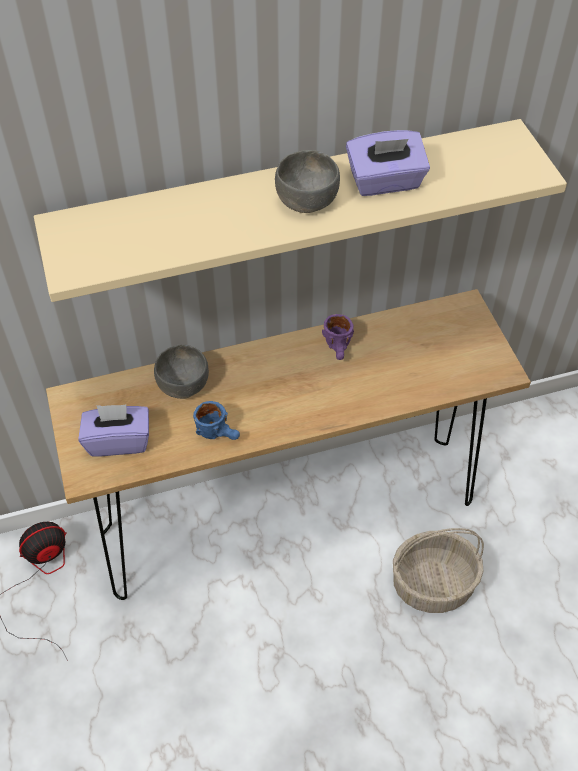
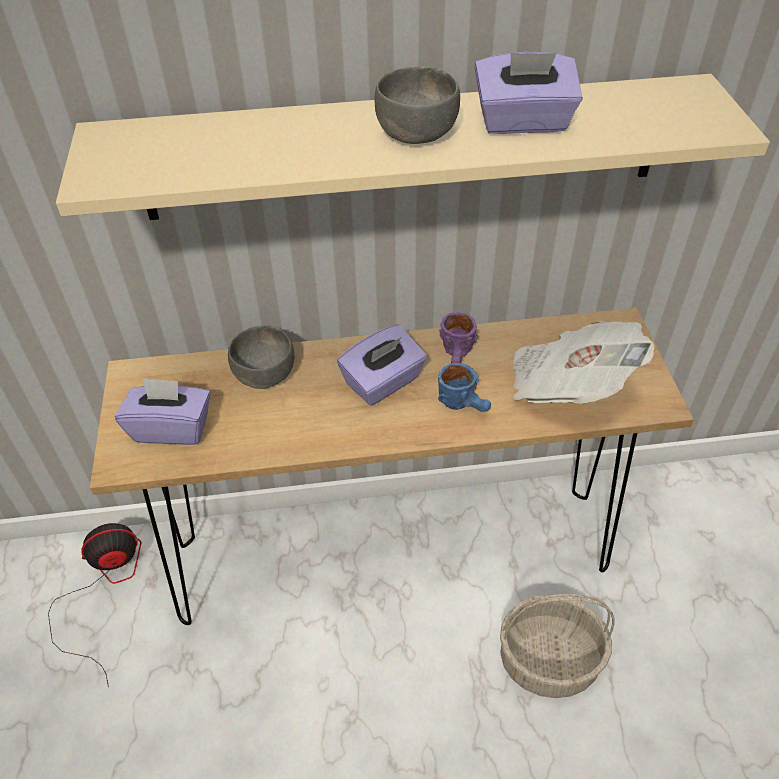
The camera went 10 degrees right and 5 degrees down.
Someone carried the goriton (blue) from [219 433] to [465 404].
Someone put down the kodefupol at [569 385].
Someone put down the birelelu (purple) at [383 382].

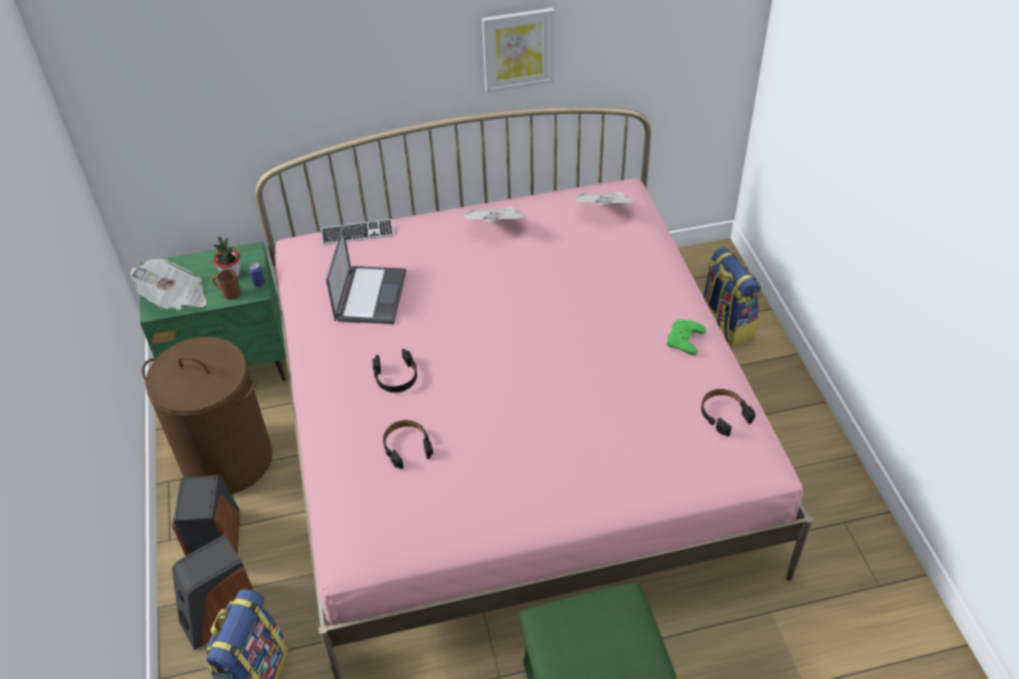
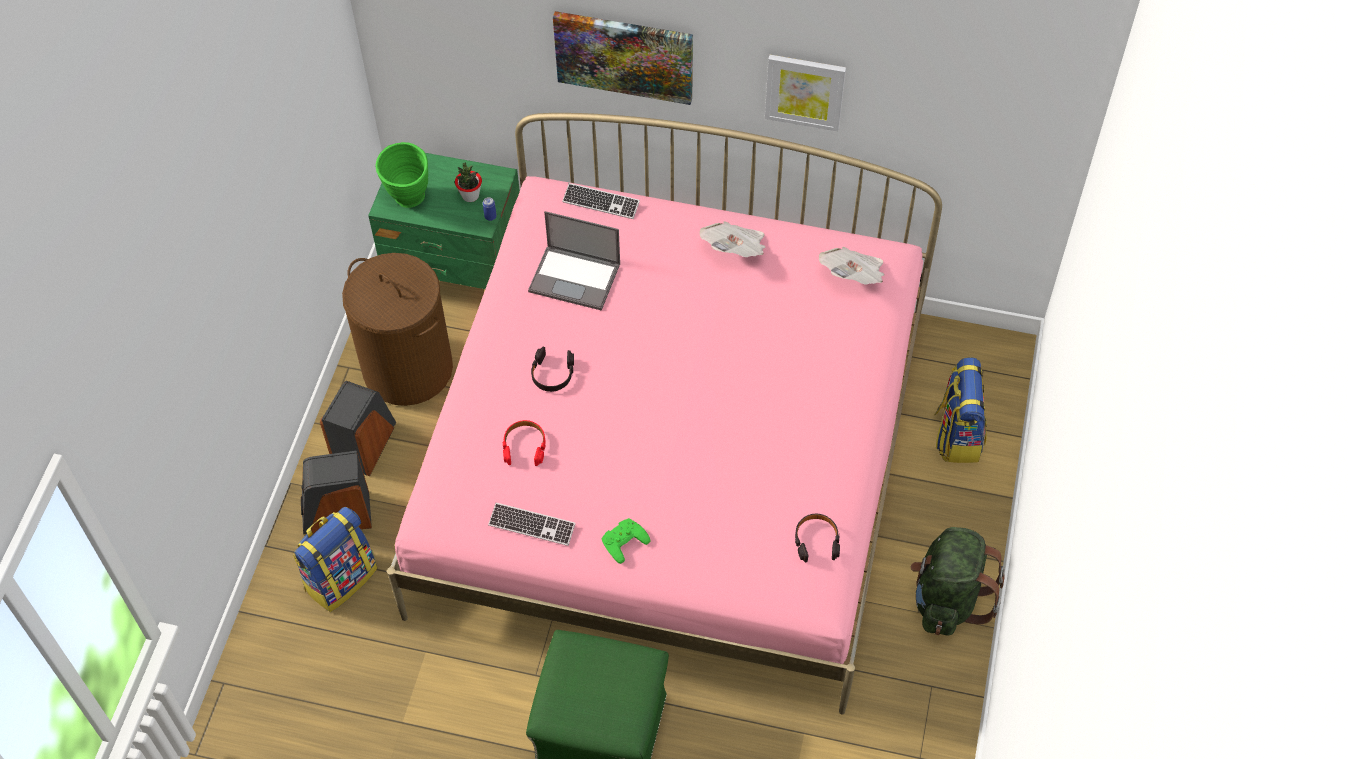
The camera went 25 degrees right and 10 degrees up.
Someone rotated the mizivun at [370 294] by 75 degrees clockwise.
Someone swapped the kodefupol at [175 298] for the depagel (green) at [409 202].
Someone took away the goriton (brown) at [228 293].
Someone carried the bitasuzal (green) from [682 338] to [623 539].
Someone repainted the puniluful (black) at [407 447], which became the puniluful (red) at [524 446].
Someone put up the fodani at [624 55].
Someone put down the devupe at [532 525].
Someone put down the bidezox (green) at [948 599].

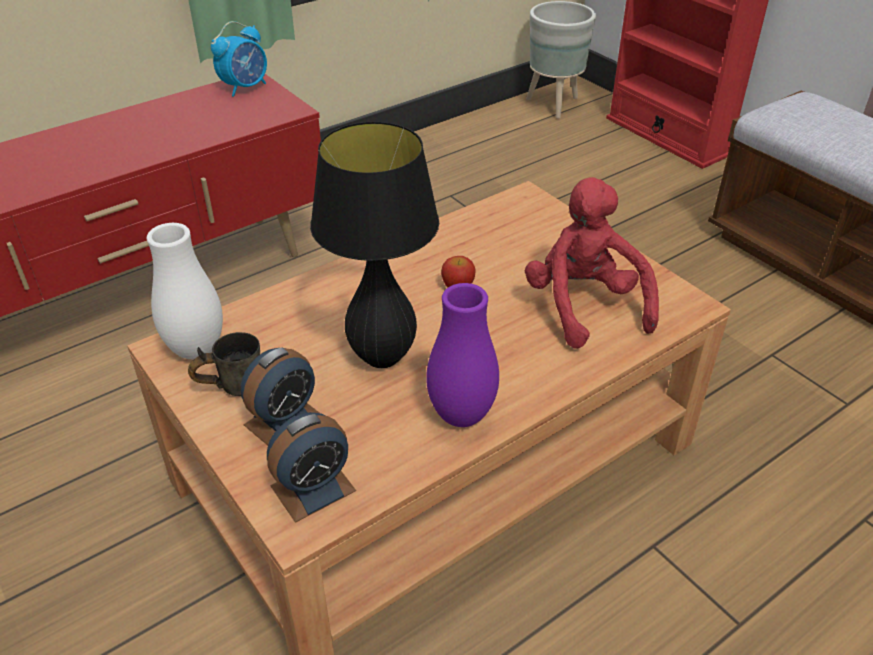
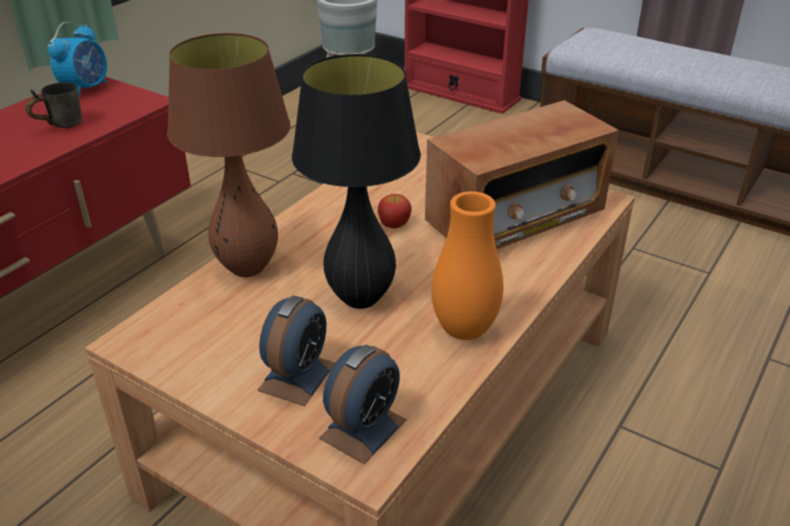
The camera went 20 degrees left and 5 degrees down.
Someone swapped the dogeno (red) at [584 306] for the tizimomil at [515 218].
Someone took away the depagel (white) at [196 350].
Someone repainted the depagel (purple) at [461 415], which became the depagel (orange) at [464 330].
Someone carried the goriton (grey) from [232 384] to [59 125].
Someone put down the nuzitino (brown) at [247 268].

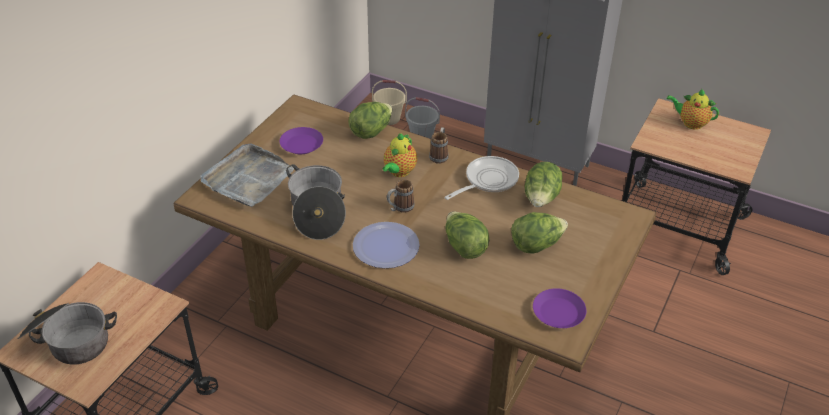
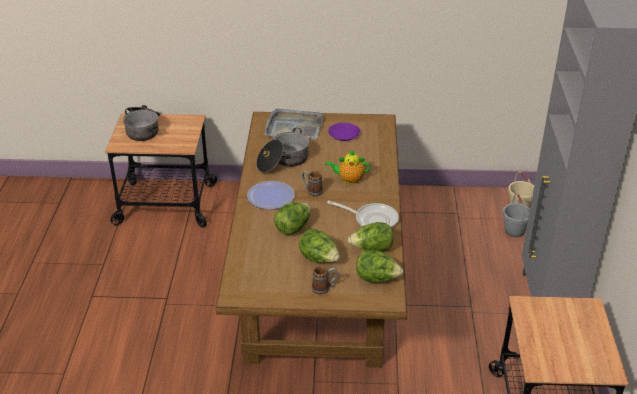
The camera went 65 degrees right and 5 degrees down.
Someone took away the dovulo at [690 123].
Someone carried the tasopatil from [371 131] to [377 278].
Someone carried the goriton from [439 155] to [324 288].
Someone took away the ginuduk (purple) at [558 312].

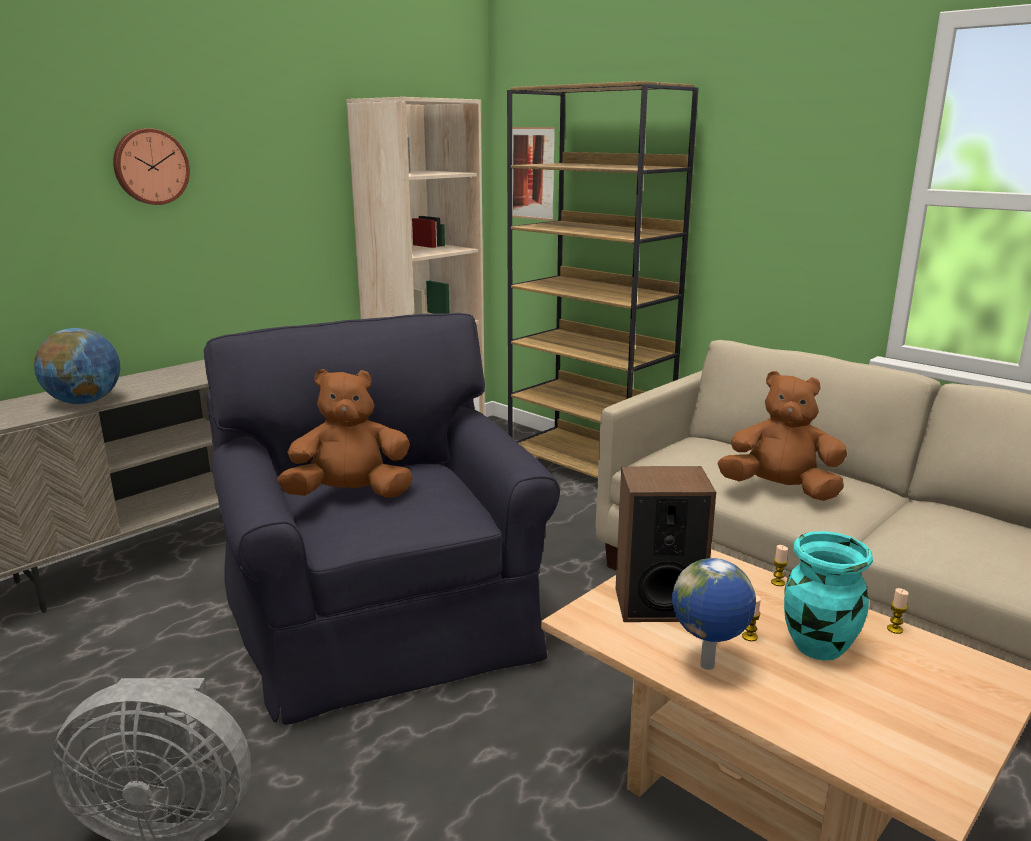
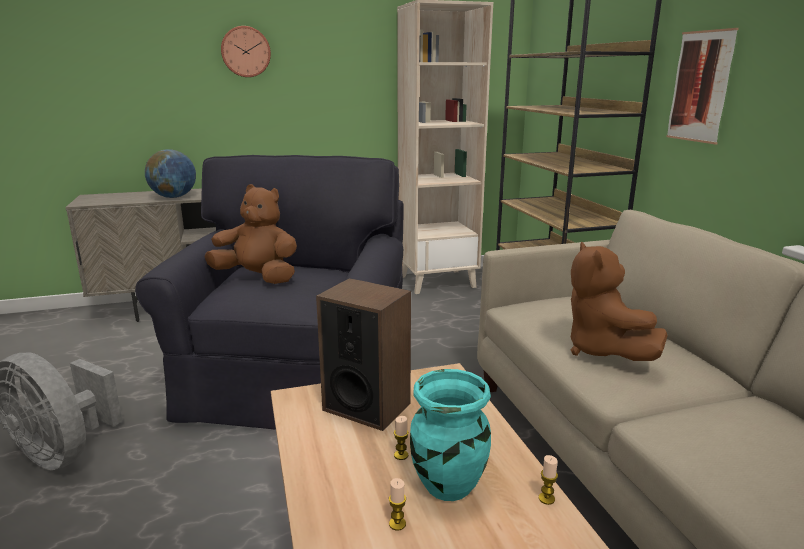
The camera went 30 degrees right and 0 degrees up.
Someone carried the fodani from [532 173] to [700 87].
Someone rotated the dogeno (brown) at [780 490] by 150 degrees counterclockwise.
Someone carried the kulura from [777 582] to [397 524].
Someone took away the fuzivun at [708 667].

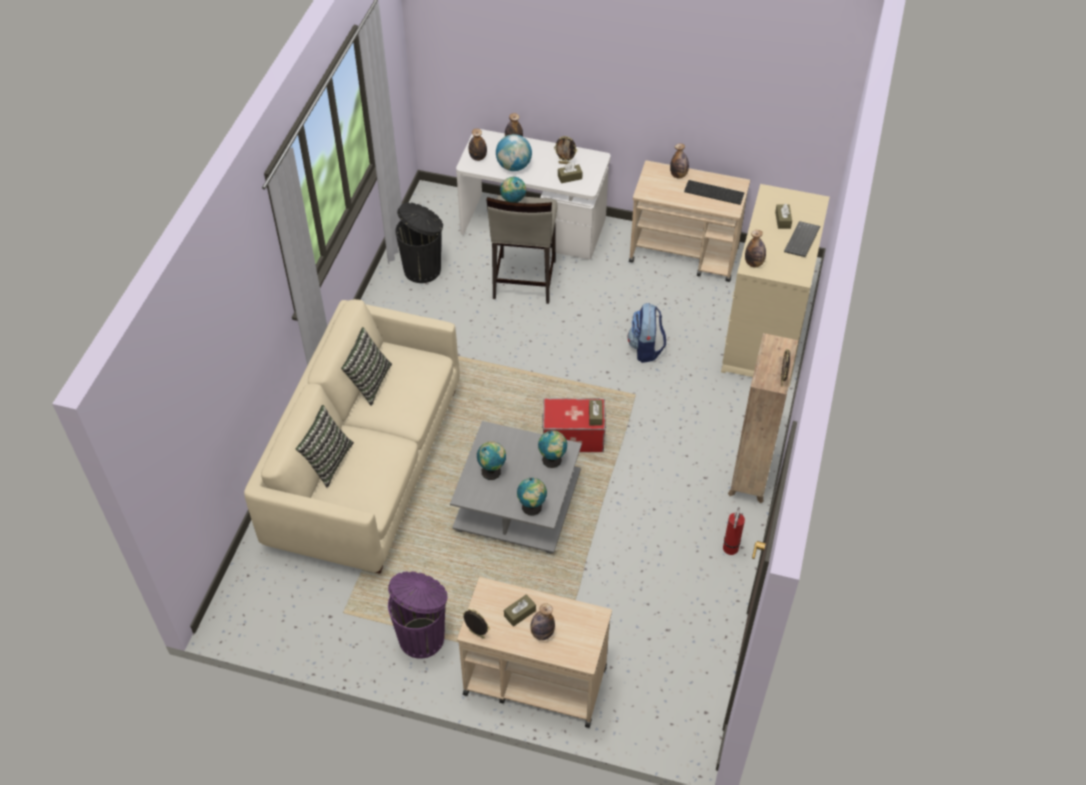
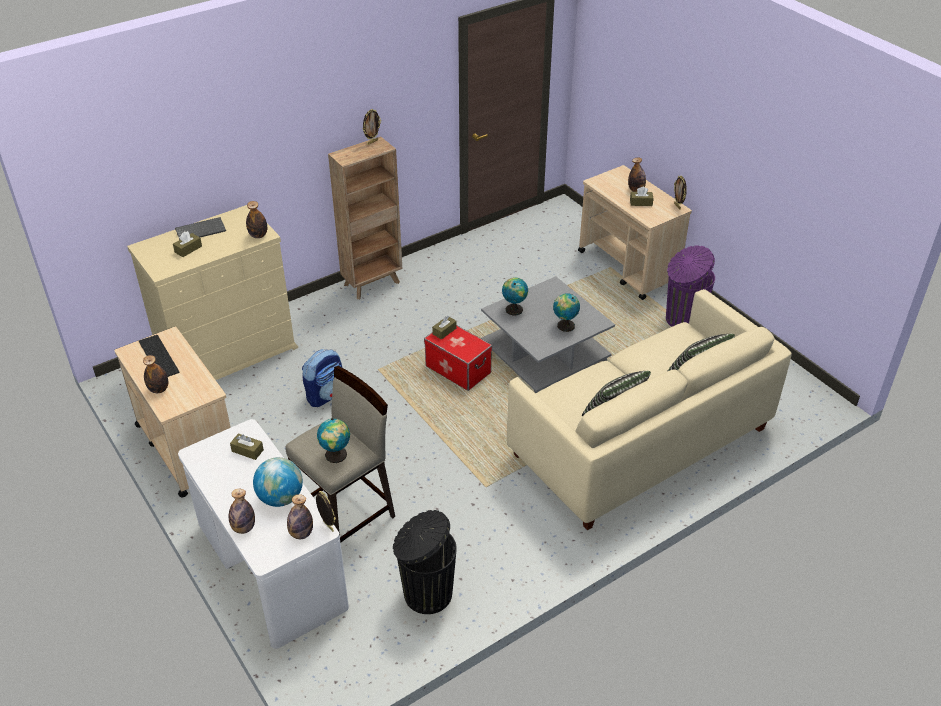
The camera went 140 degrees left and 10 degrees down.
Someone carried the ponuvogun from [565 163] to [327 526].
Someone took away the fuzivun at [532 508].
Someone took away the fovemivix at [730 550].

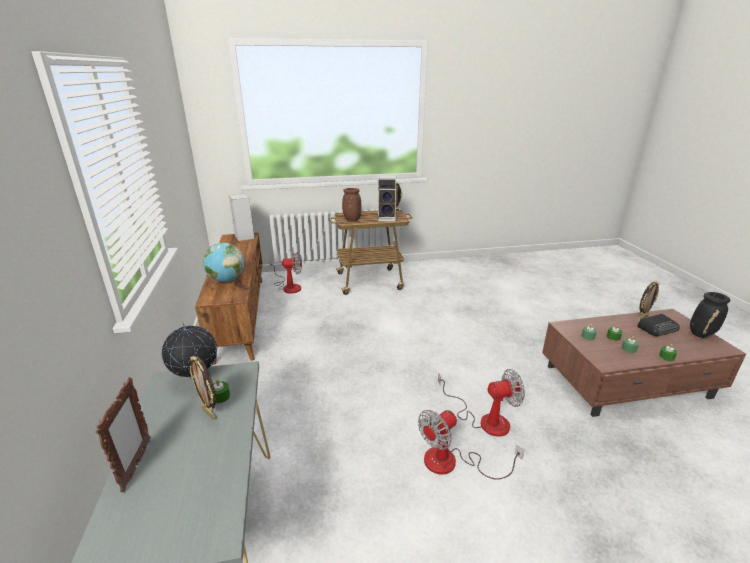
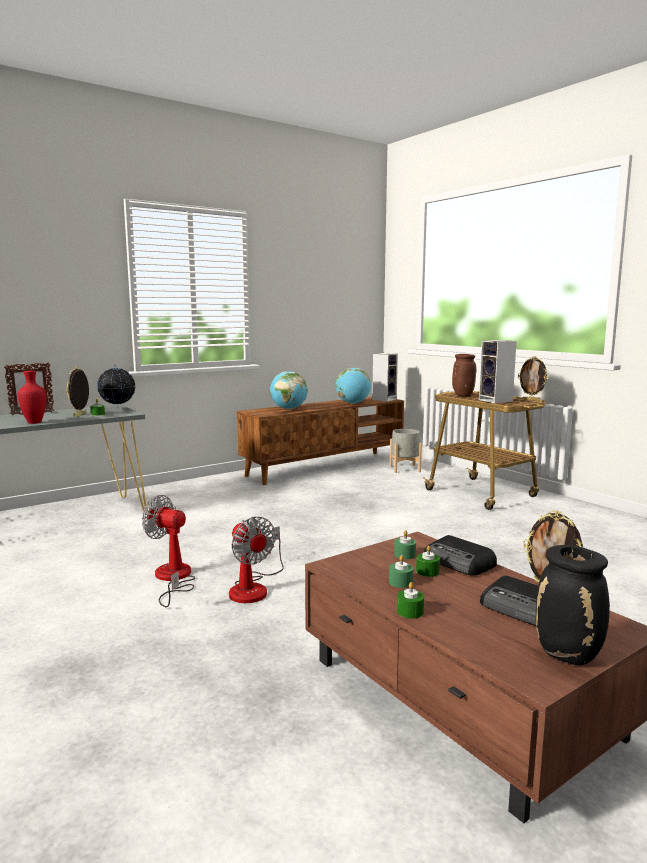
The camera went 65 degrees right and 15 degrees down.
Someone swapped the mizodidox at [288 286] for the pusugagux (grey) at [404 468].
Someone put down the fuzivun at [353 403].
Someone put down the depagel (red) at [33 422].
Someone put down the tizimomil at [459 562].

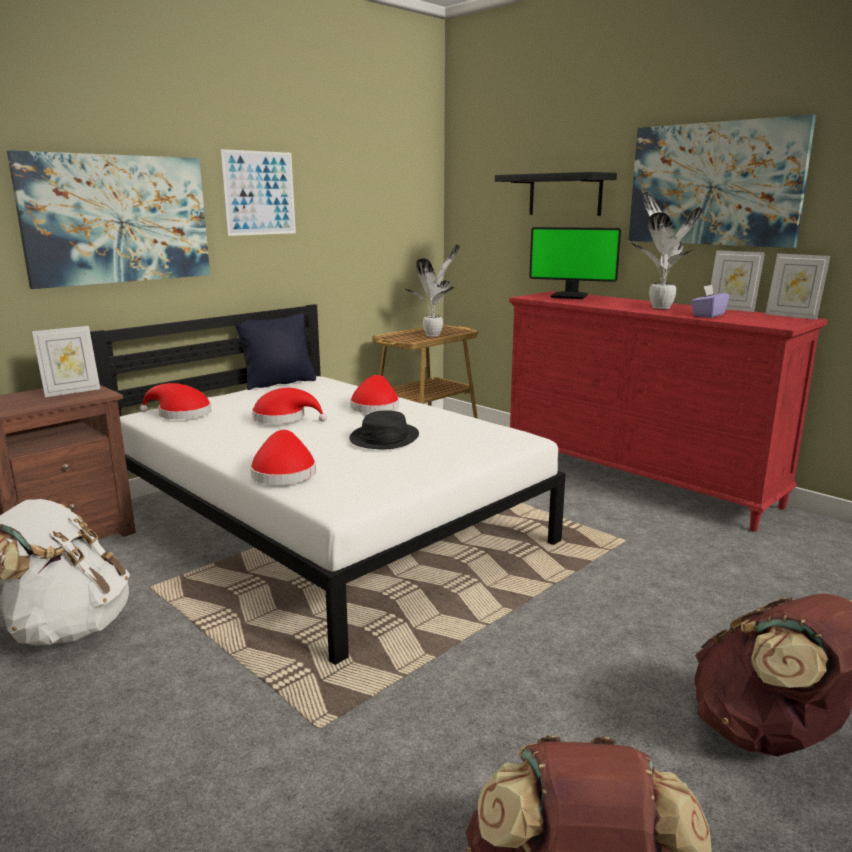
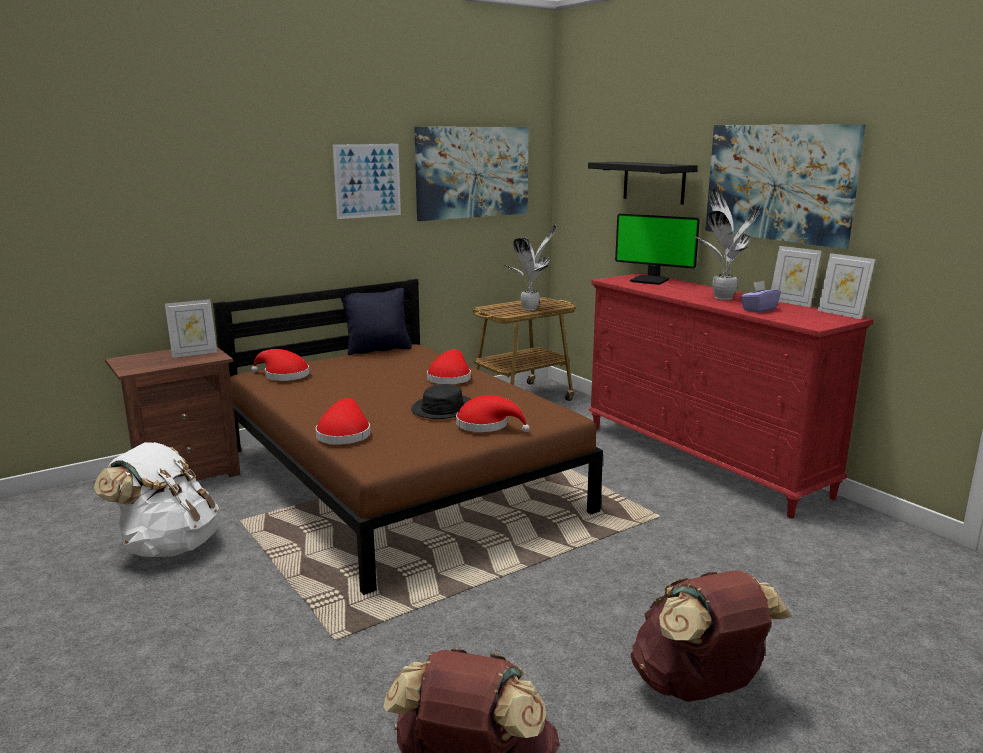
The camera went 10 degrees right and 0 degrees up.
Someone carried the fodani from [117 219] to [472 172].
Someone repainted the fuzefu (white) at [326 524], which became the fuzefu (brown) at [399 479].
Someone carried the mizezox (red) from [284 418] to [486 425].

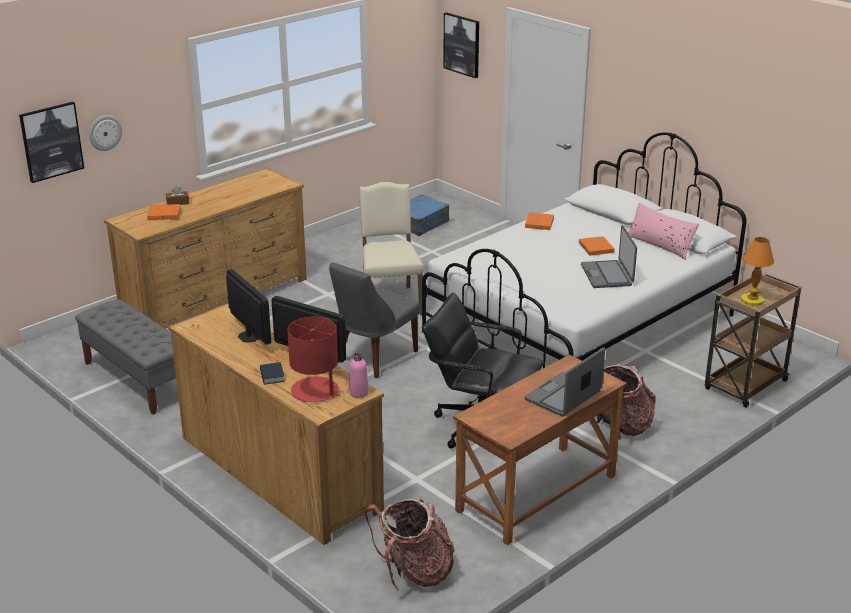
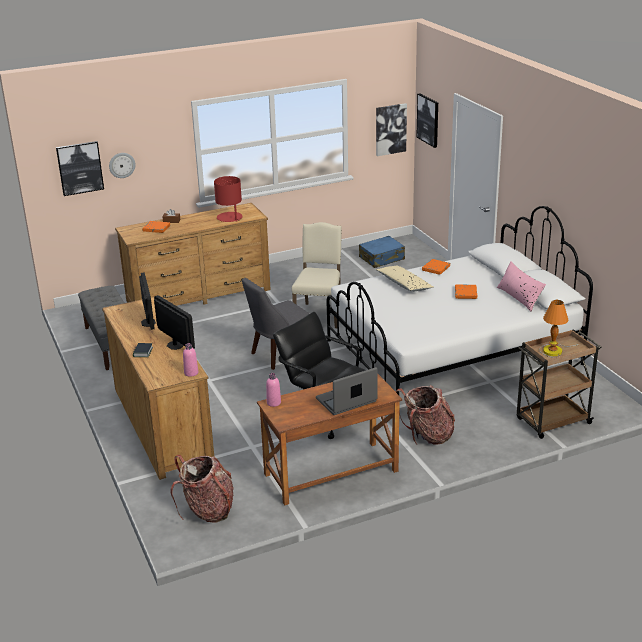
The camera went 20 degrees right and 0 degrees up.
Someone took away the mizivun at [607 275].
Someone carried the nuzitino (red) from [315 391] to [230 218].
Someone put up the fodani at [390 129].
Someone put down the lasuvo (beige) at [404 284].
Someone put down the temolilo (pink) at [274 403].

